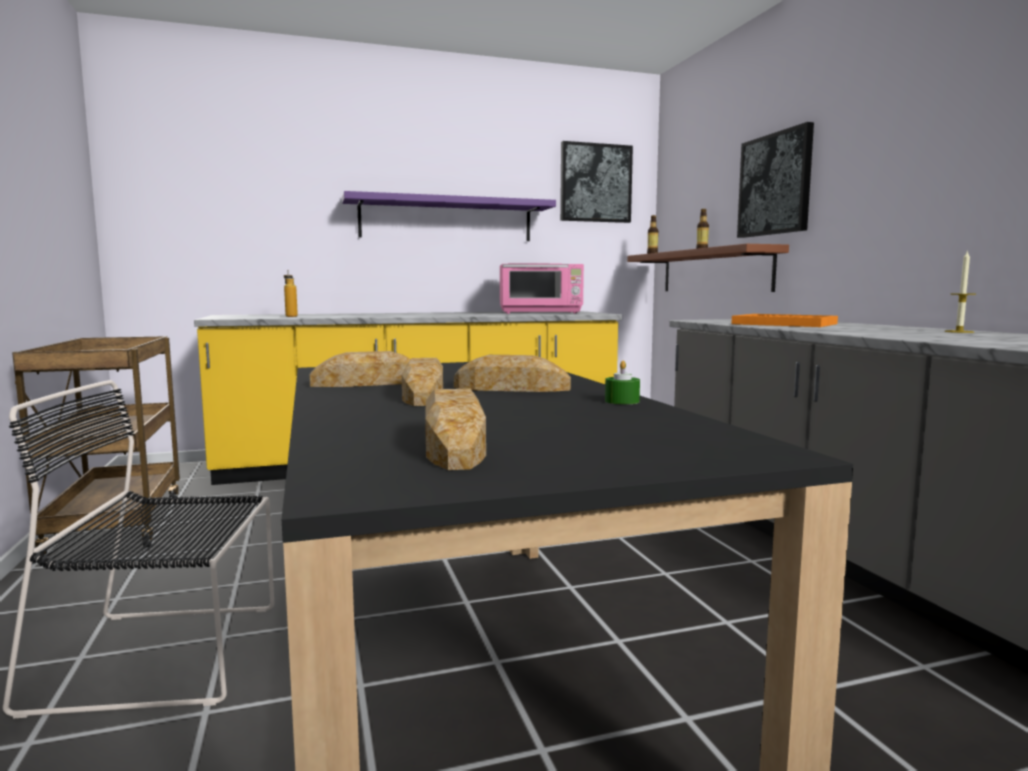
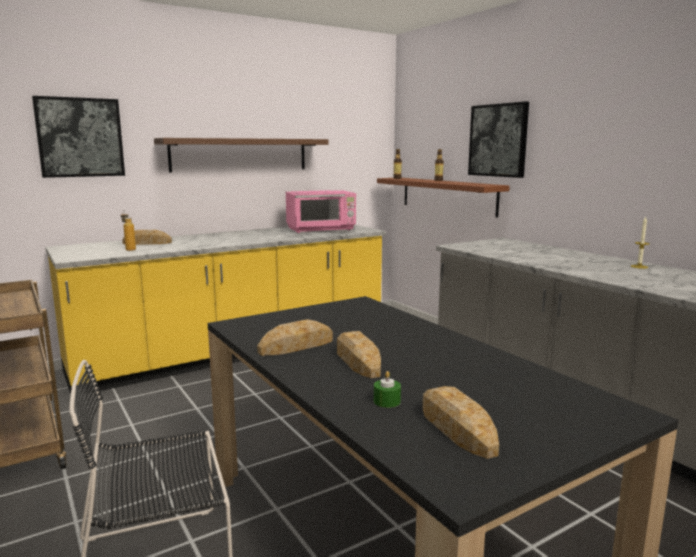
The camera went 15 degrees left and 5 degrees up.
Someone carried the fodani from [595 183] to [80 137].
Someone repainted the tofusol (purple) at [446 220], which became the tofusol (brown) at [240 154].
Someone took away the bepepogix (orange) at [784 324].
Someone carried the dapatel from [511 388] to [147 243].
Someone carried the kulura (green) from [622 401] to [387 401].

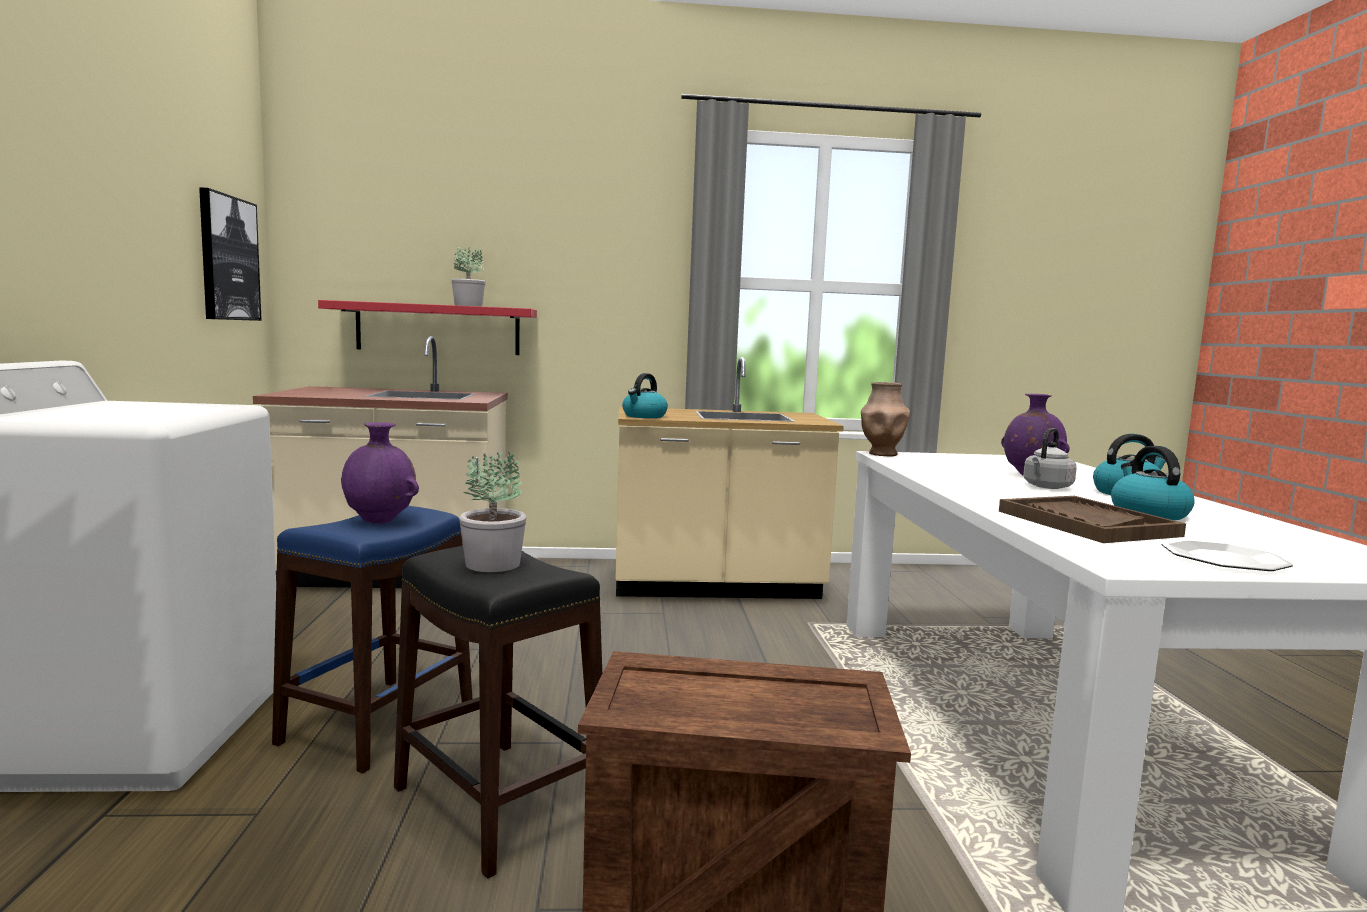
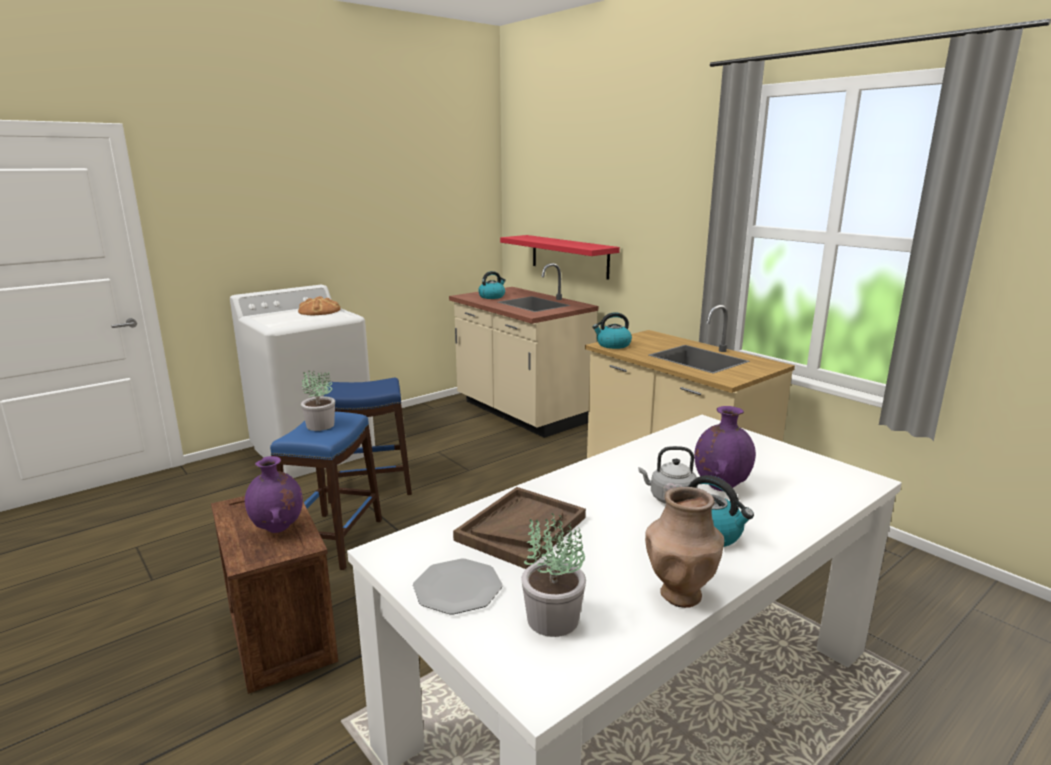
The camera went 55 degrees right and 10 degrees up.
Someone took away the fodani at [228 258].
Someone carried the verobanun from [468 306] to [552 619].
Someone carried the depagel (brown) from [882 454] to [680 594].
Someone carried the depagel (purple) from [380 521] to [278 528].
Someone carried the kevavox from [1147 513] to [492 296].
Someone repainted the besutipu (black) at [497 804], which became the besutipu (blue) at [332 540].
Someone put down the dapatel at [319 311].

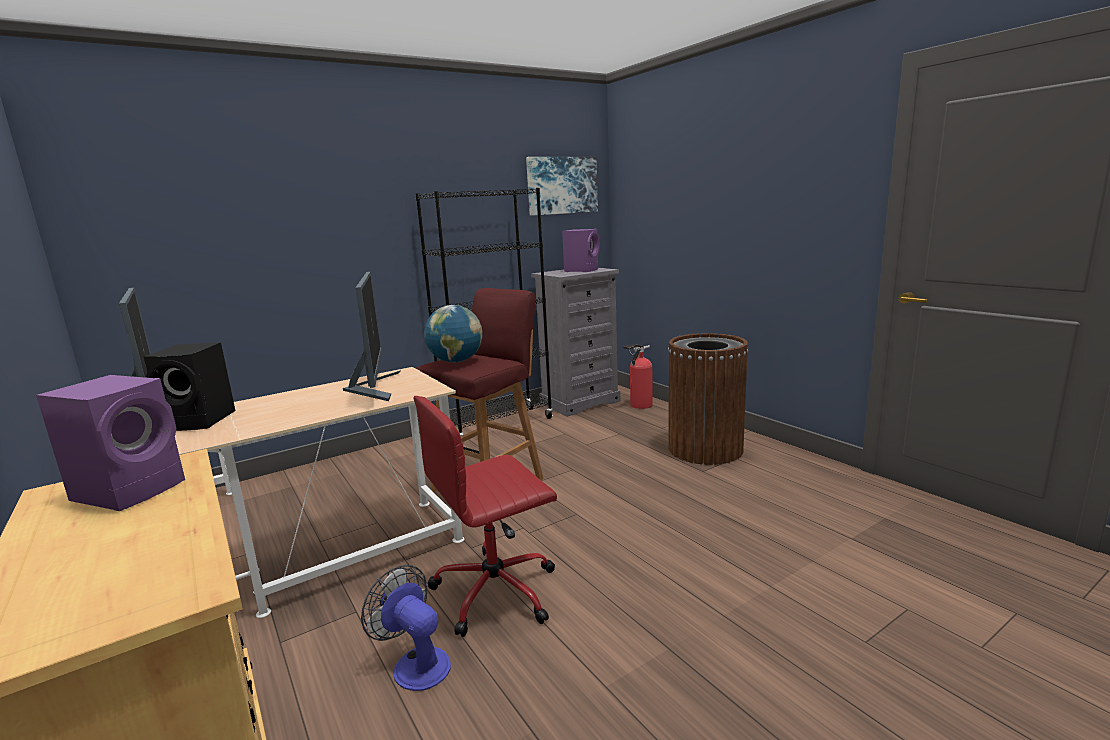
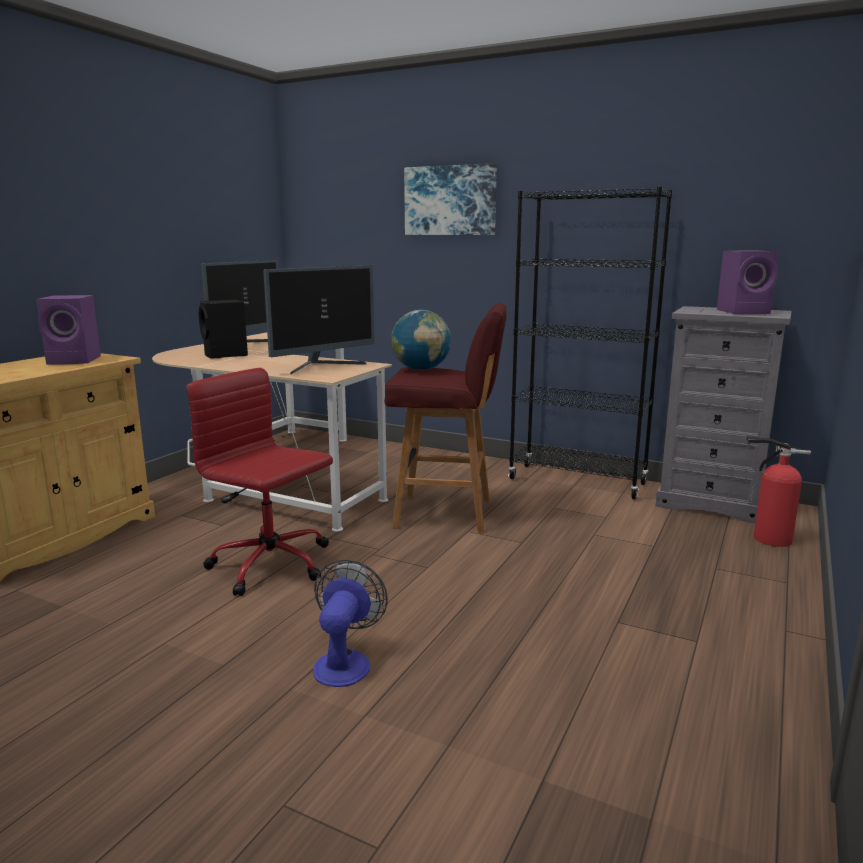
The camera went 60 degrees right and 0 degrees up.
Someone carried the fodani from [561 185] to [450 200].
Someone took away the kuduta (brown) at [705 449].
Someone carried the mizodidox from [415 663] to [345 661].

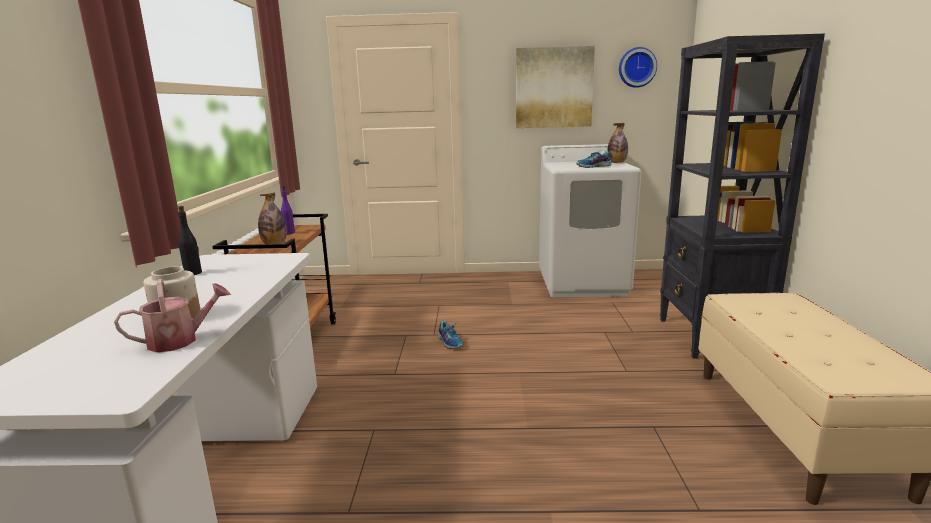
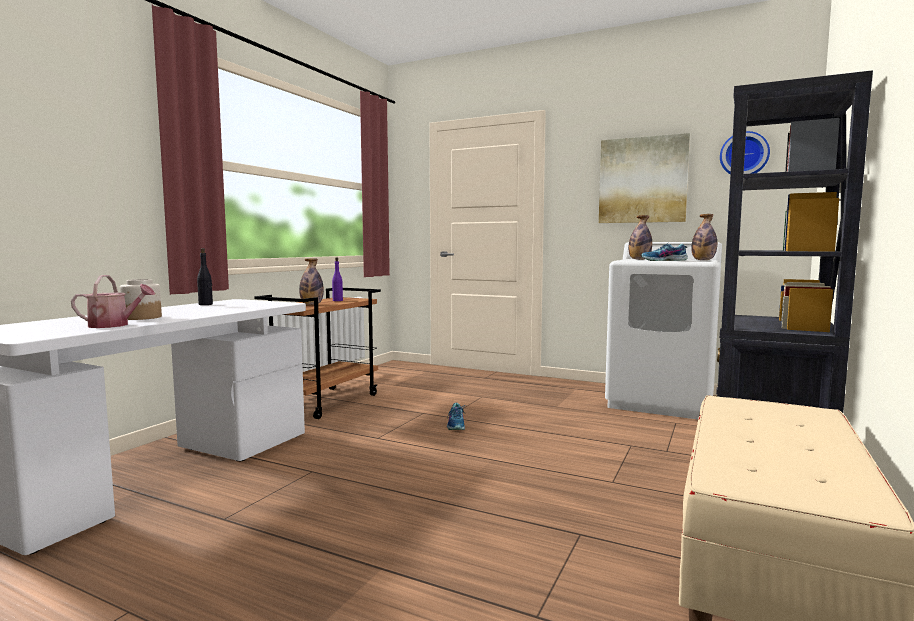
The camera went 25 degrees right and 10 degrees down.
Someone put down the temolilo at [639 259].

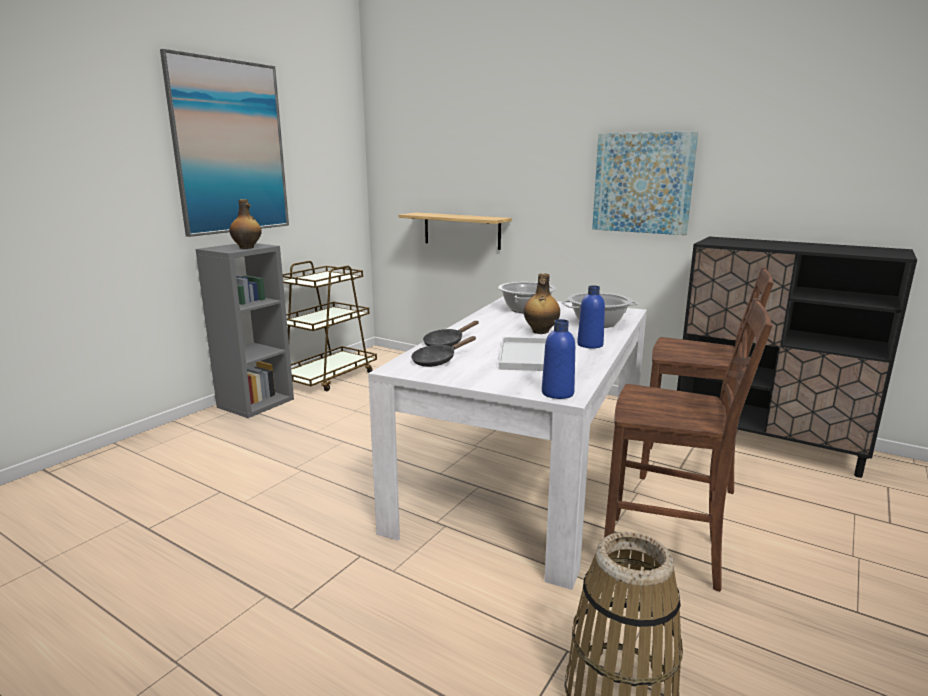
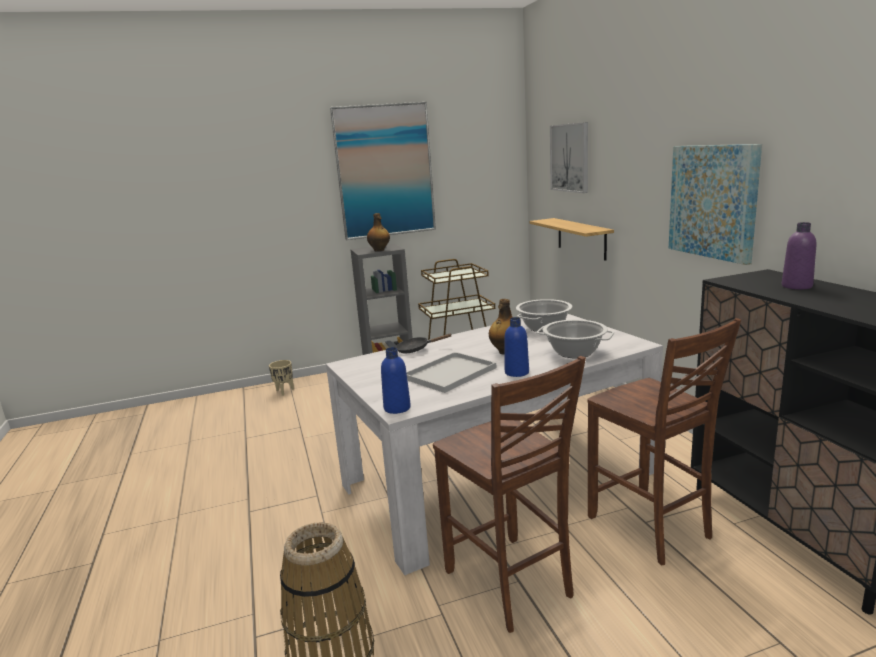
The camera went 40 degrees right and 0 degrees up.
Someone took away the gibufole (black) at [437 361].
Someone put up the fodani at [570 157].
Someone put down the temolilo (purple) at [796 286].
Someone put down the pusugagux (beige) at [285 391].

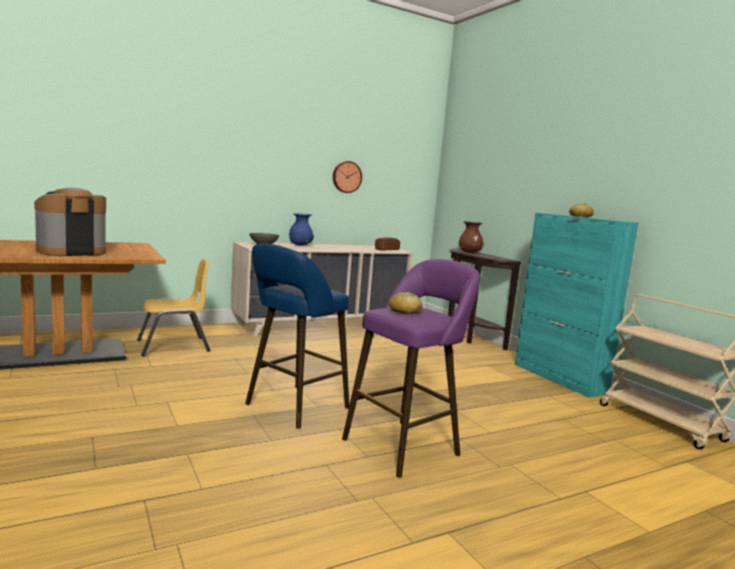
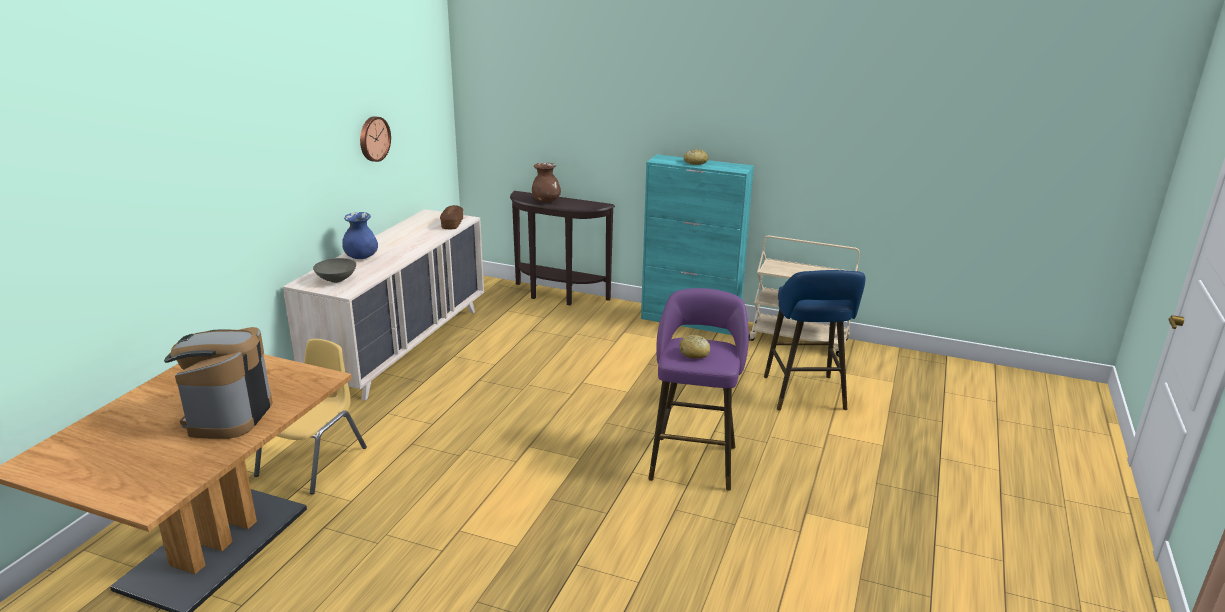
The camera went 40 degrees left and 15 degrees up.
Someone carried the besutipu (blue) from [293 407] to [805 396].

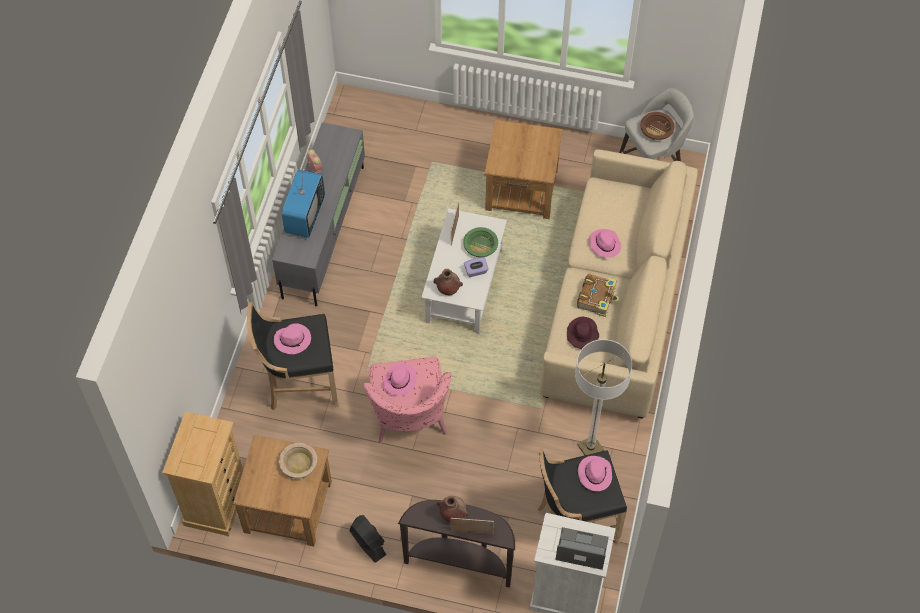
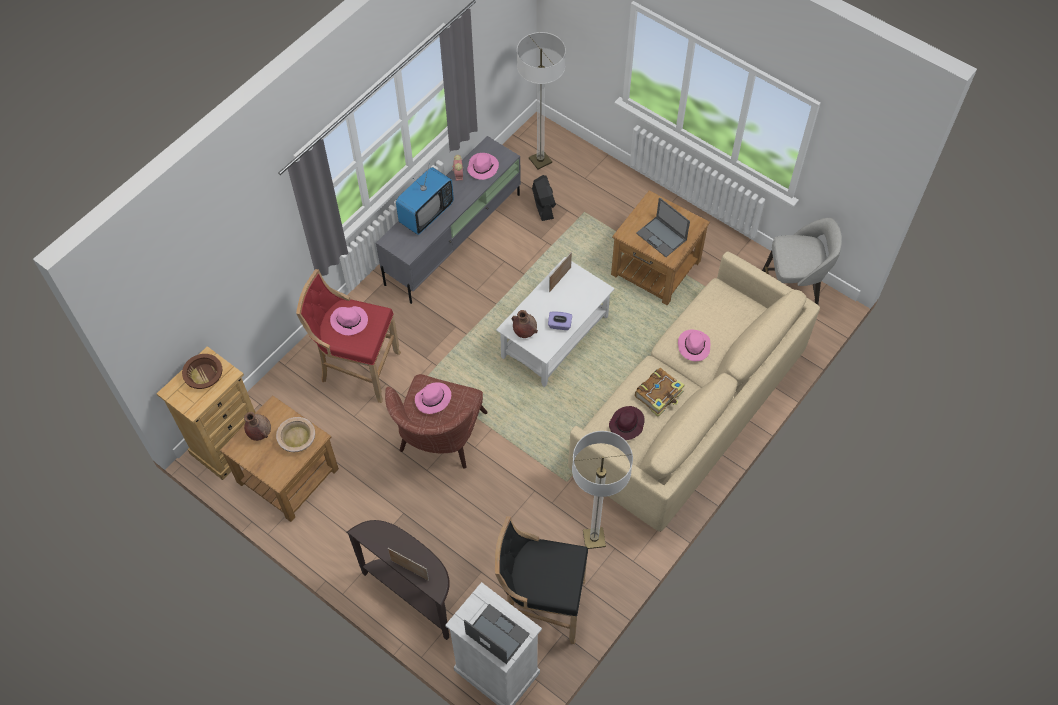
The camera went 25 degrees right and 0 degrees up.
Someone carried the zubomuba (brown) from [656 130] to [204 375].
Someone took away the zubomuba (green) at [480 246].
Someone repainted the besutipu (black) at [299 385], which became the besutipu (red) at [357 369].
Someone repainted the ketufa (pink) at [409 419], which became the ketufa (brown) at [439 440].
Someone carried the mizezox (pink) from [594 474] to [482 167].
Someone carried the depagel (brown) from [452 514] to [259 432].
Someone carried the mizodidox (black) from [368 542] to [543 205].
Someone put down the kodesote at [540 160].
Someone put down the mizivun at [662 237].

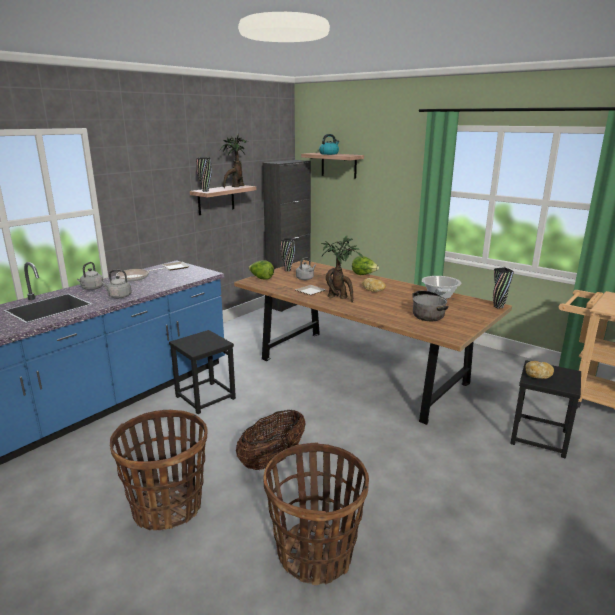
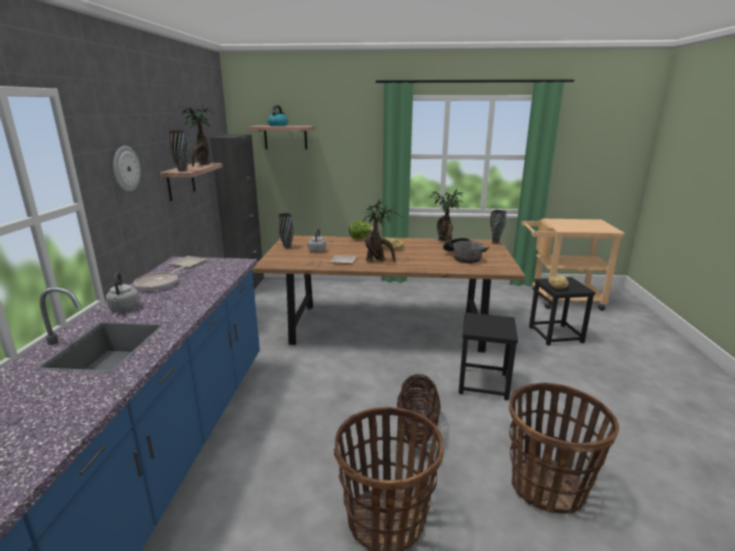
The camera went 35 degrees left and 0 degrees up.
Someone took away the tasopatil at [261 278].
Someone took away the kevavox (grey) at [118 296].
Someone swapped the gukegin at [440 295] for the verobanun at [445 242].
Someone carried the besutipu (black) from [205 397] to [483 383].
Someone put up the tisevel at [125 168].

